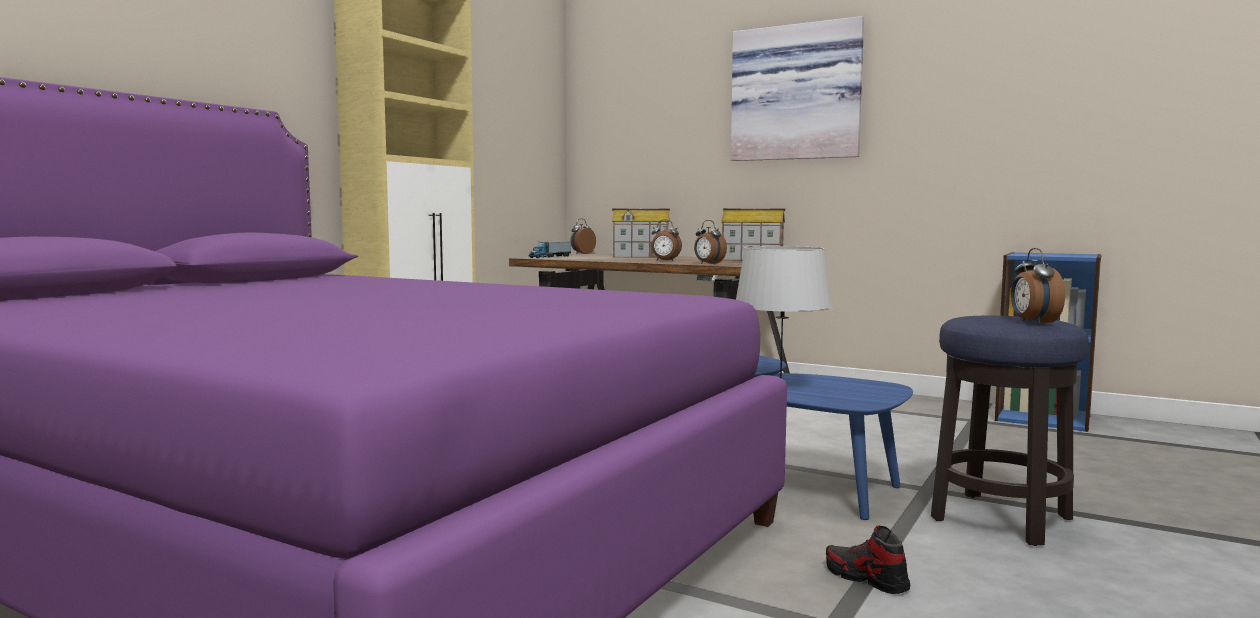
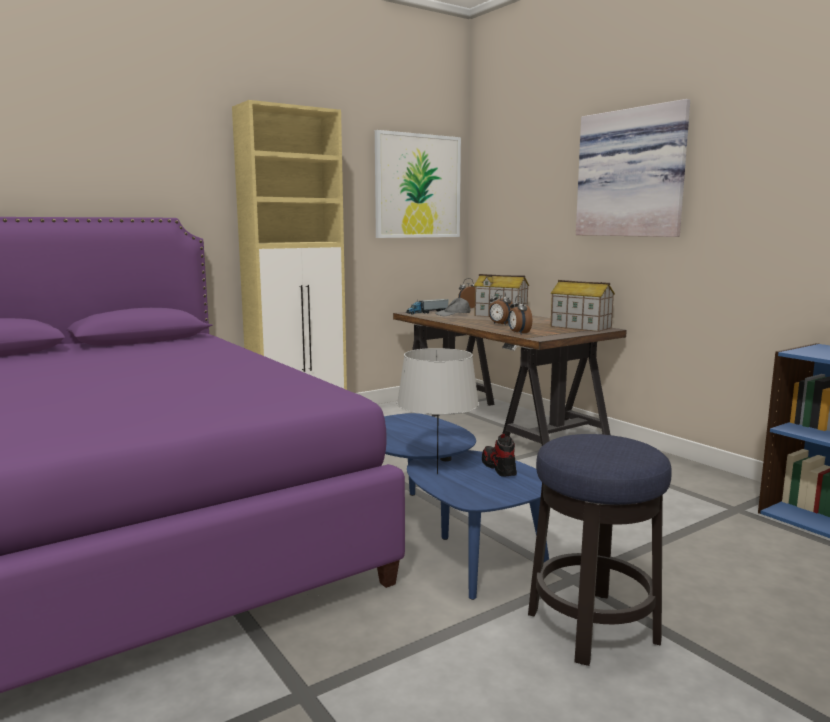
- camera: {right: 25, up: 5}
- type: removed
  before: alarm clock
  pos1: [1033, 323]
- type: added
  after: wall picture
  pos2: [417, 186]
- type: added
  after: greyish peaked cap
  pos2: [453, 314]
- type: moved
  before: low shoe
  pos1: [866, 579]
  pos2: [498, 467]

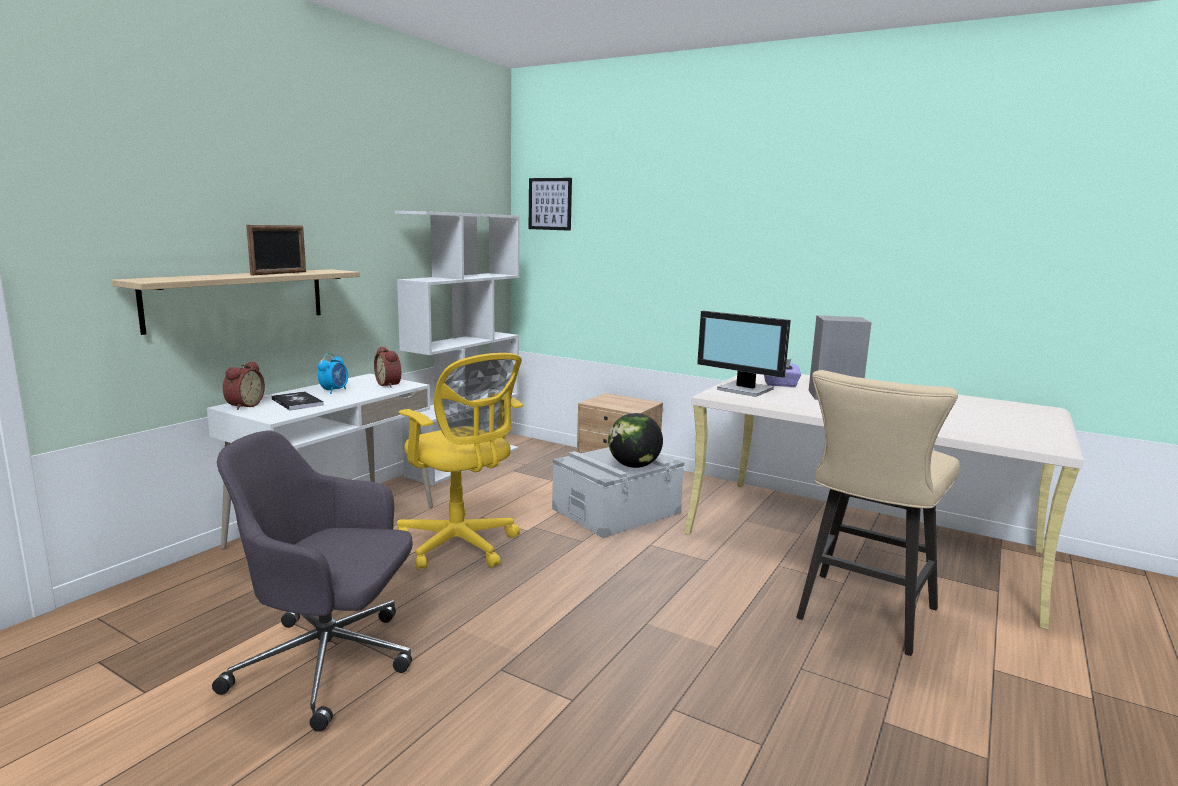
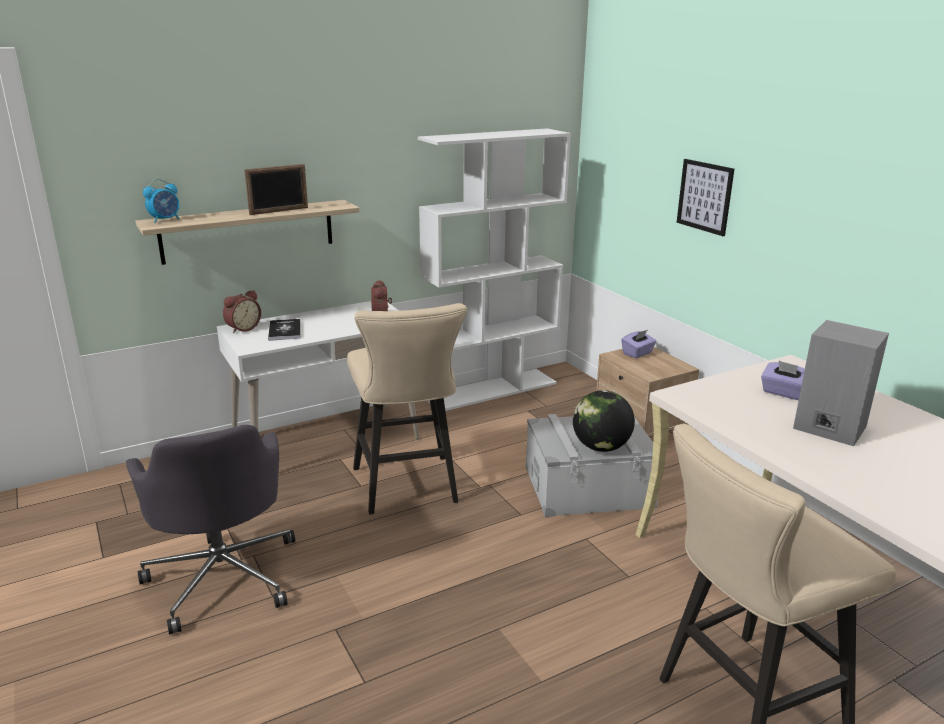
- camera: {right: 30, up: 10}
- type: removed
  before: computer screen
  pos1: [745, 390]
- type: added
  after: purple-coloured tissue holder
  pos2: [637, 353]
- type: moved
  before: alarm clock
  pos1: [334, 391]
  pos2: [165, 220]
- type: moved
  before: wall picture
  pos1: [550, 204]
  pos2: [705, 196]
- type: replaced
  before: yellowish desk chair
  after: beige stool
  pos1: [460, 546]
  pos2: [407, 489]
- type: turned
  before: greyish desk chair
  pos1: [329, 664]
  pos2: [223, 576]
  turn: -150

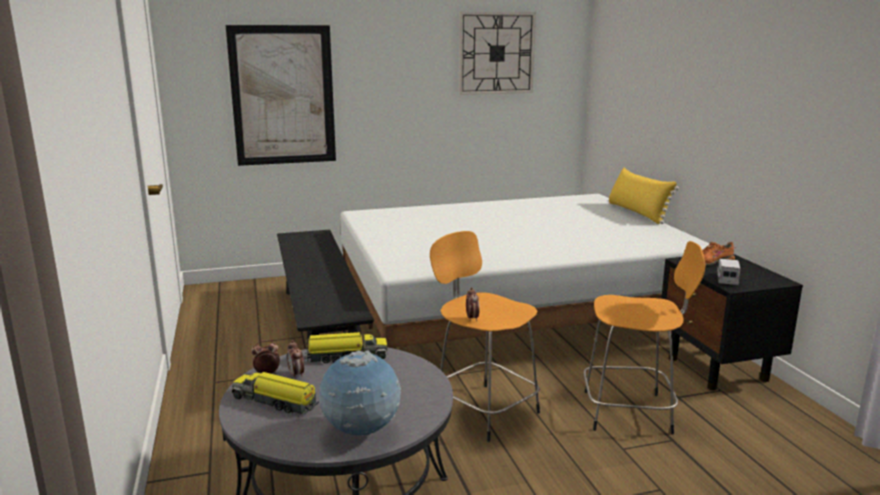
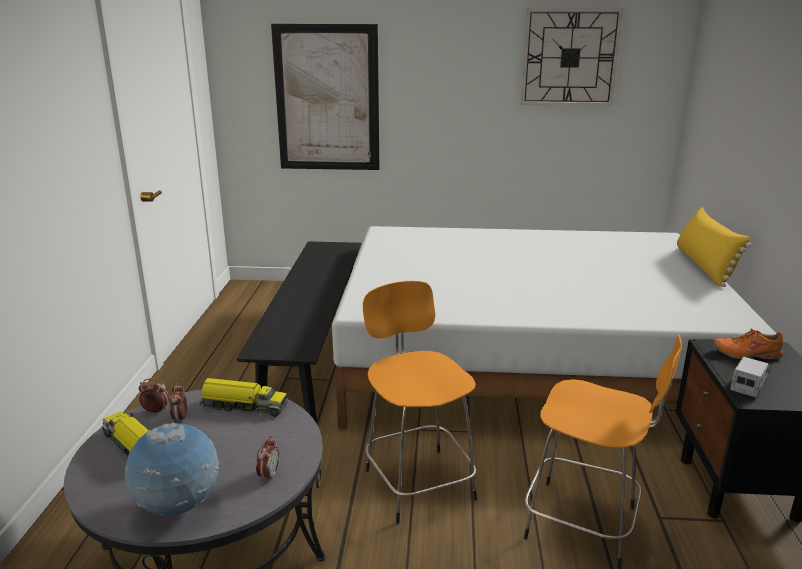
- camera: {right: 20, up: 5}
- type: moved
  before: alarm clock
  pos1: [472, 318]
  pos2: [269, 475]

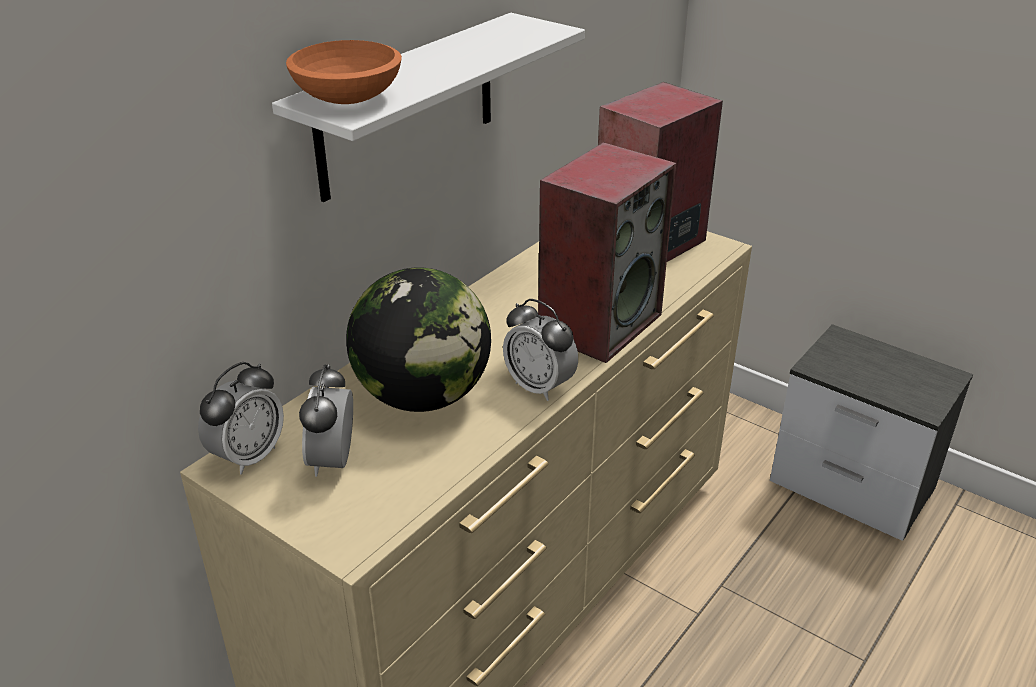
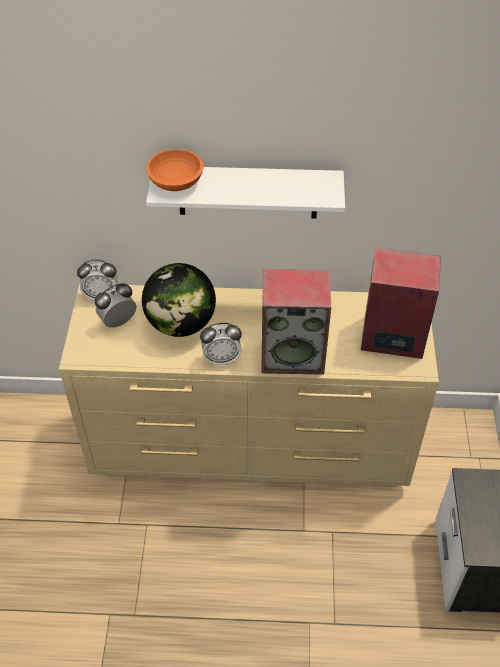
- camera: {right: 55, up: 15}
- type: turned
  before: alarm clock
  pos1: [539, 386]
  pos2: [221, 358]
  turn: -105

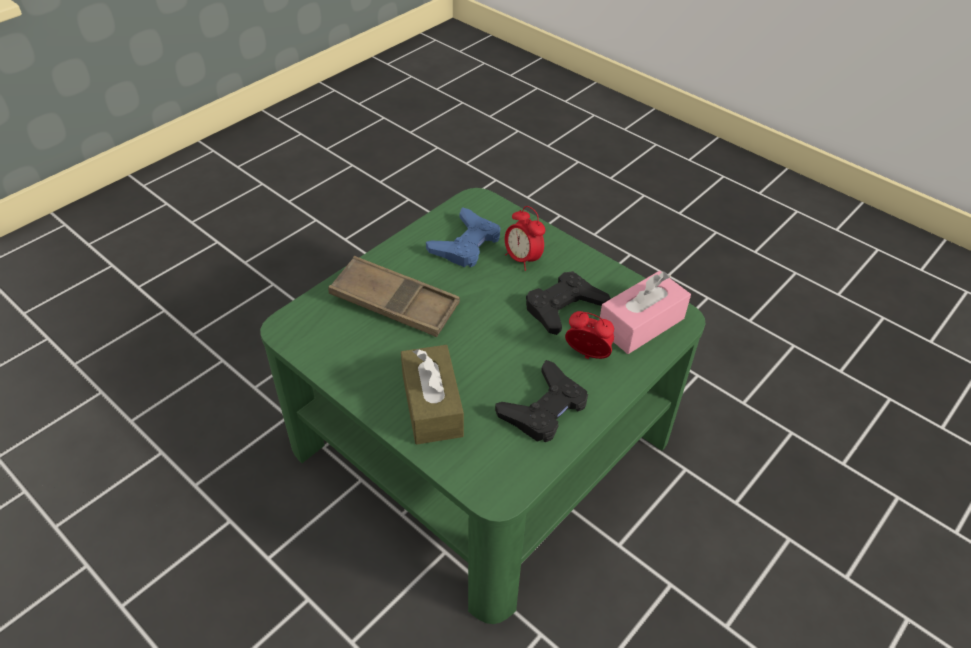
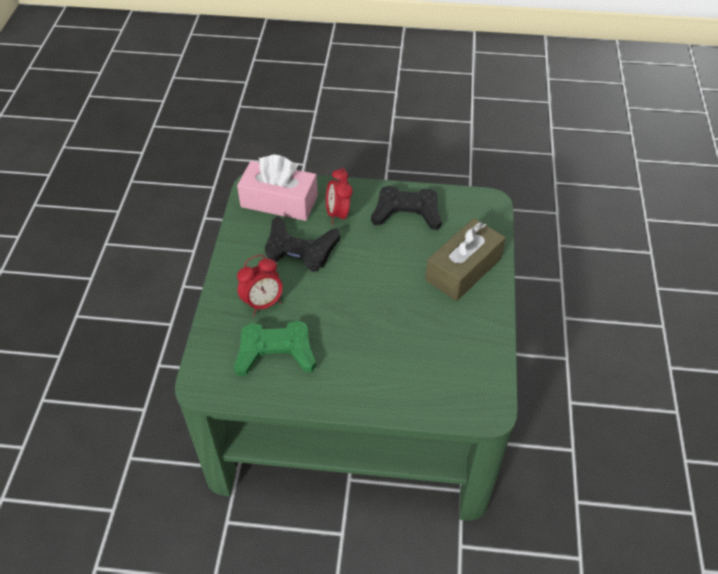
- camera: {right: -125, up: 5}
- type: removed
  before: brown carrying tray
  pos1: [395, 303]
- type: recoloured
  before: blue-coloured joypad
  after: green-coloured joypad
  pos1: [466, 244]
  pos2: [275, 353]
- type: turned
  before: alarm clock
  pos1: [522, 259]
  pos2: [263, 303]
  turn: 45

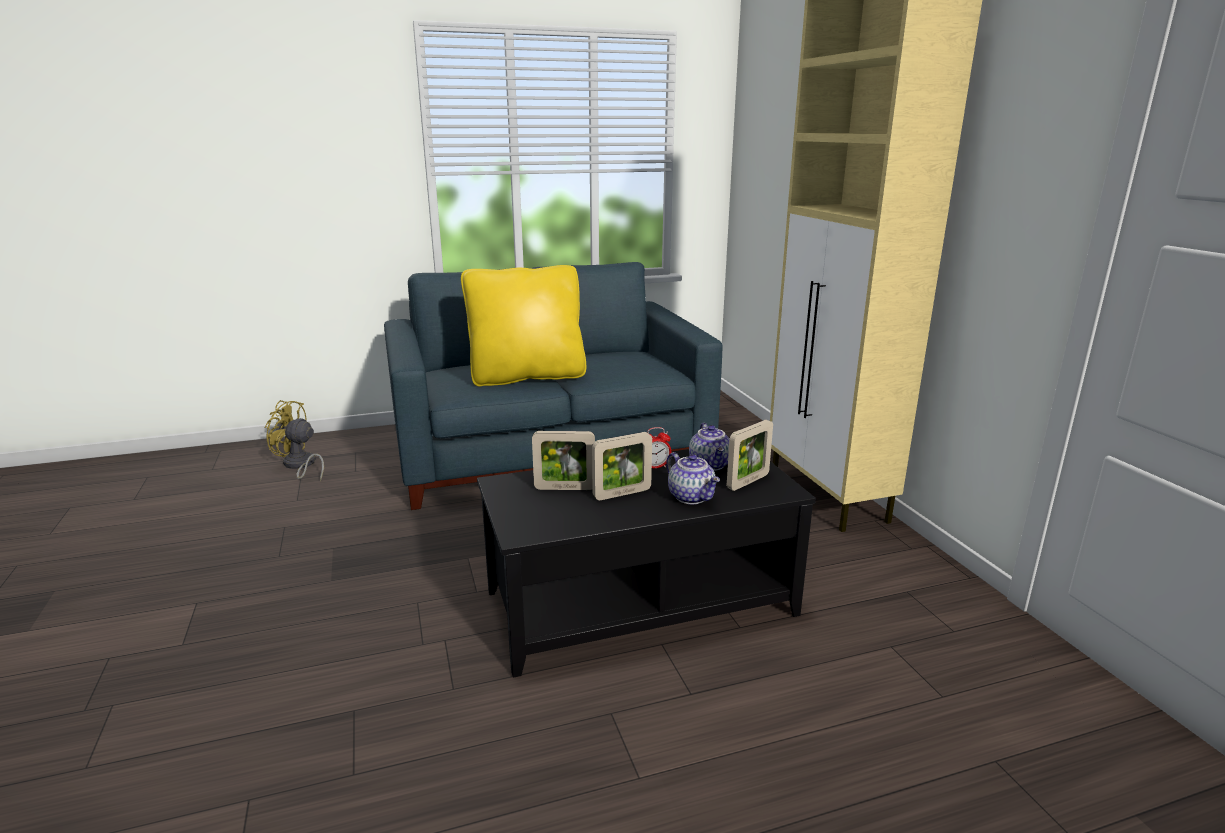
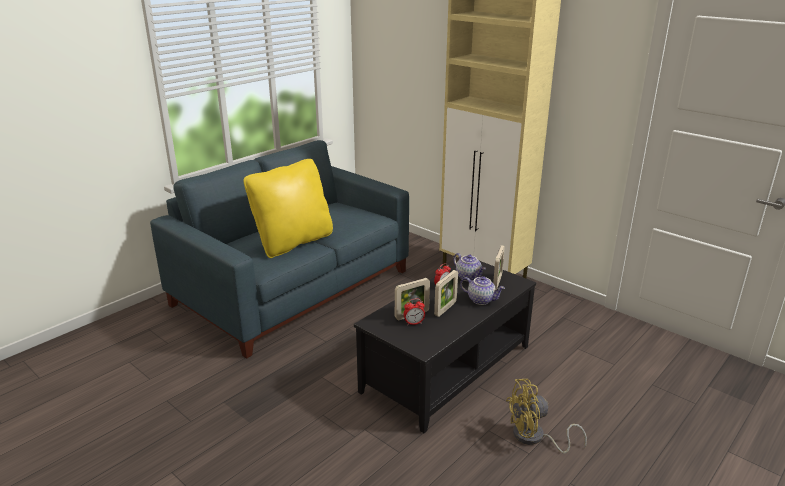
- camera: {right: -30, up: 5}
- type: added
  after: alarm clock
  pos2: [414, 323]
- type: moved
  before: yellowish electric fan
  pos1: [300, 466]
  pos2: [534, 438]

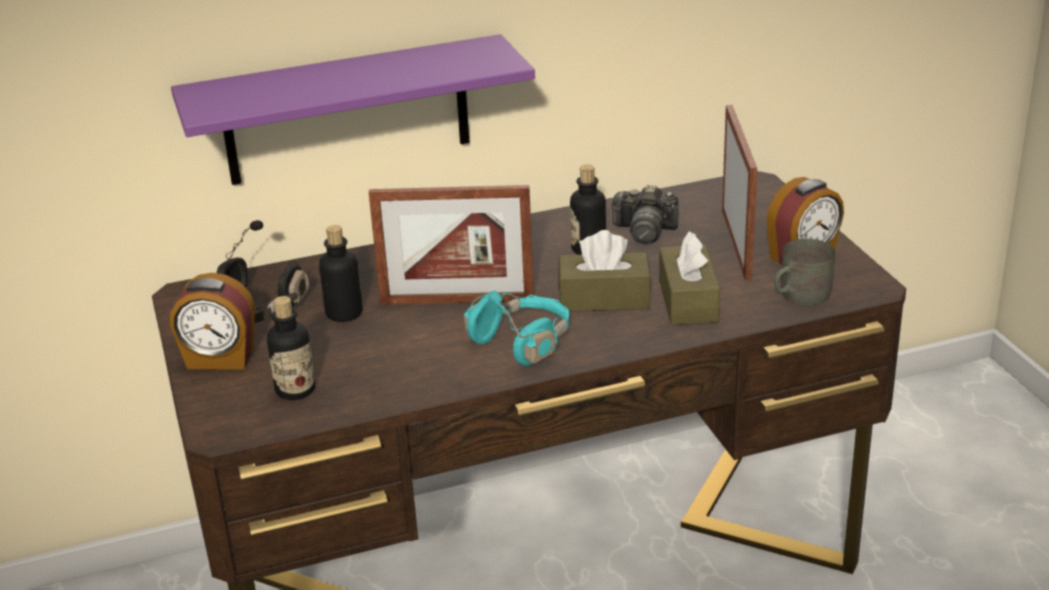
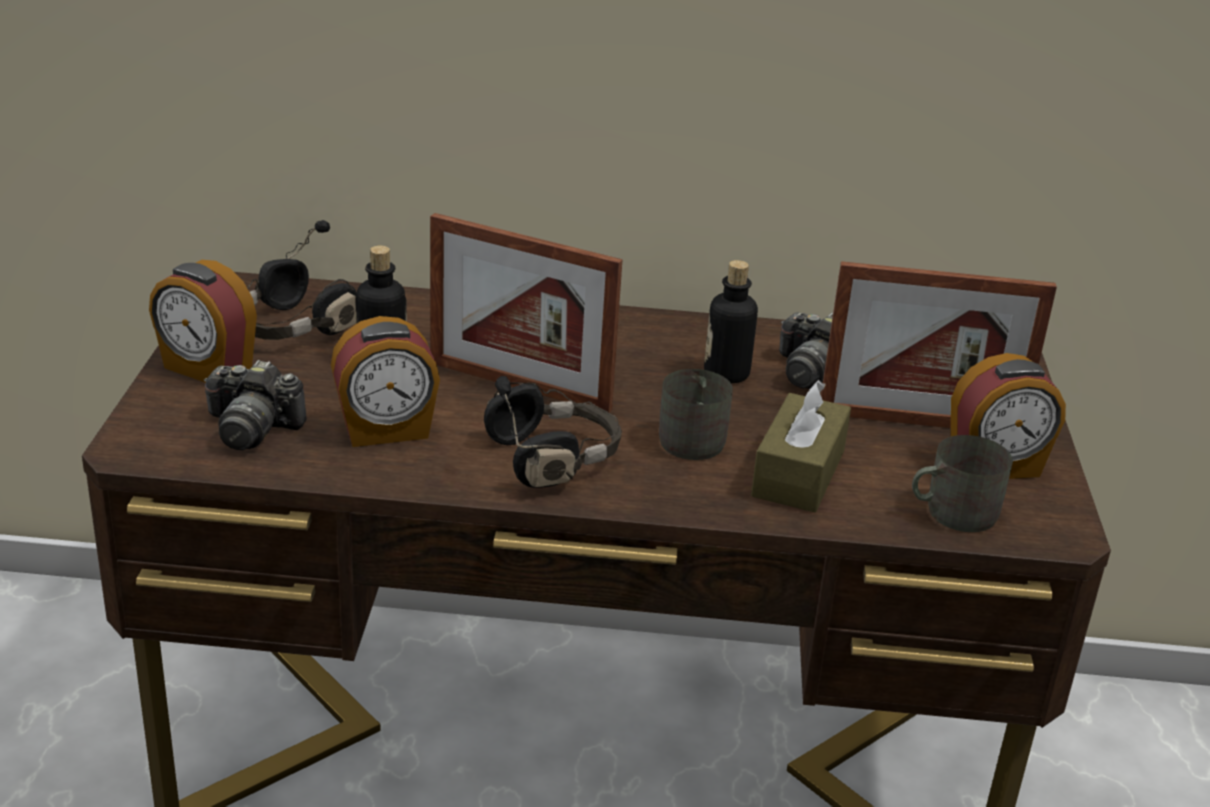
- camera: {right: 20, up: 0}
- type: removed
  before: purple-coloured shelf
  pos1: [346, 111]
- type: added
  after: alarm clock
  pos2: [386, 431]
- type: replaced
  before: drink bottle
  after: still camera
  pos1: [295, 390]
  pos2: [252, 428]
- type: replaced
  before: brown tissue holder
  after: greyish mug
  pos1: [604, 298]
  pos2: [695, 437]
- type: recoloured
  before: turquoise-coloured headphones
  after: blackish headphones
  pos1: [523, 342]
  pos2: [553, 459]
- type: turned
  before: standing frame
  pos1: [736, 244]
  pos2: [919, 422]
  turn: 75

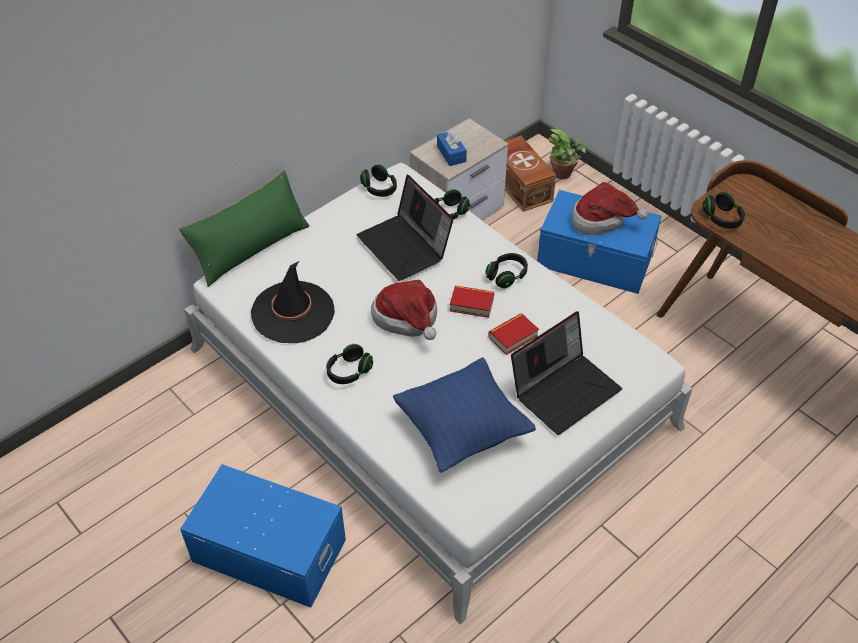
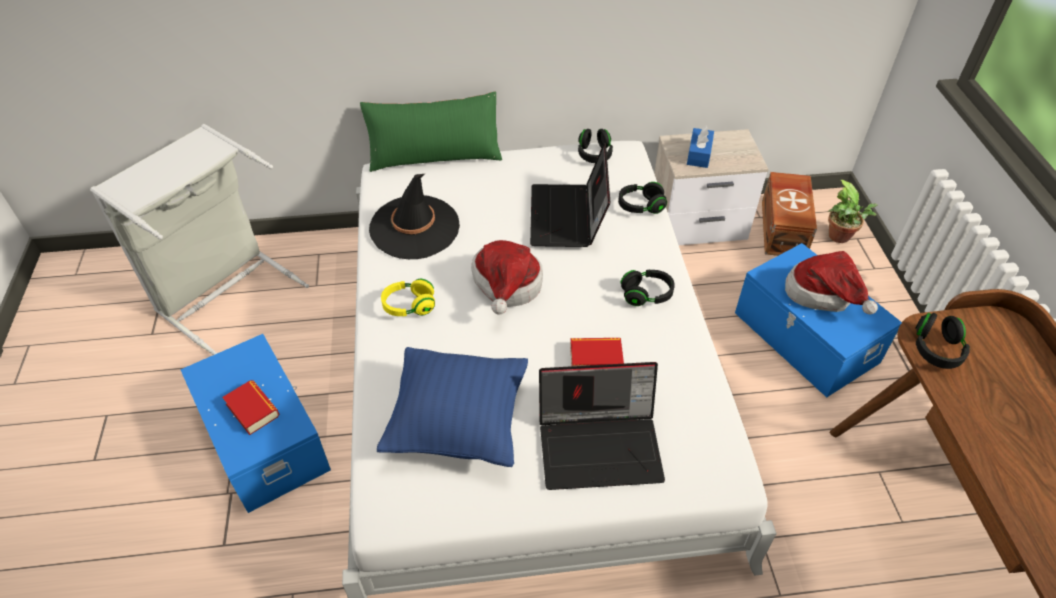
- camera: {right: 35, up: 0}
- type: added
  after: greyish laundry basket
  pos2: [224, 292]
- type: moved
  before: bound book
  pos1: [471, 304]
  pos2: [252, 410]
- type: recoloured
  before: blackish headphones
  after: yellowish headphones
  pos1: [349, 371]
  pos2: [409, 306]

